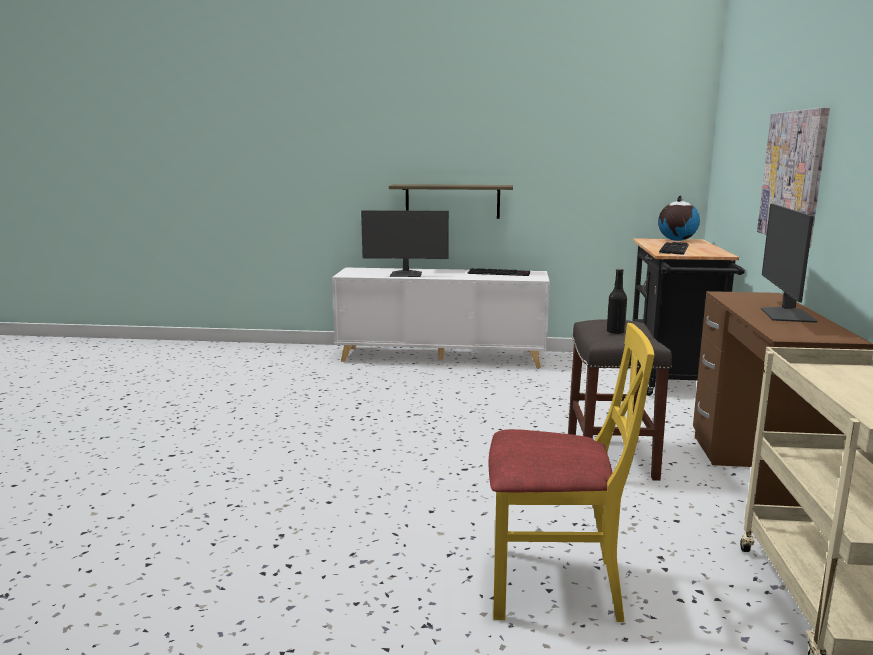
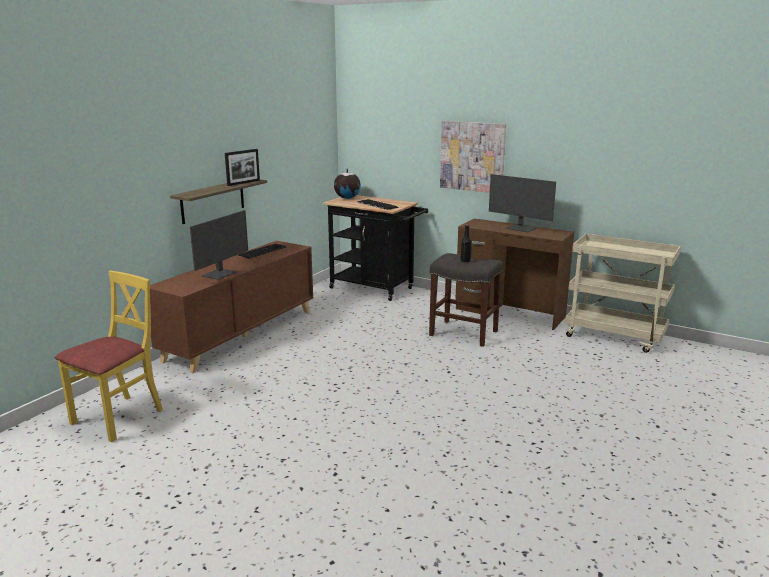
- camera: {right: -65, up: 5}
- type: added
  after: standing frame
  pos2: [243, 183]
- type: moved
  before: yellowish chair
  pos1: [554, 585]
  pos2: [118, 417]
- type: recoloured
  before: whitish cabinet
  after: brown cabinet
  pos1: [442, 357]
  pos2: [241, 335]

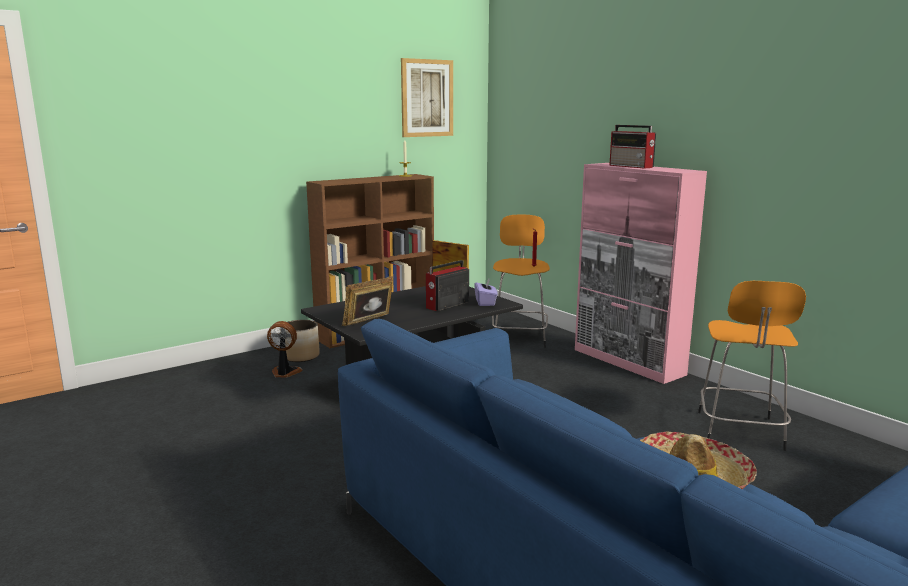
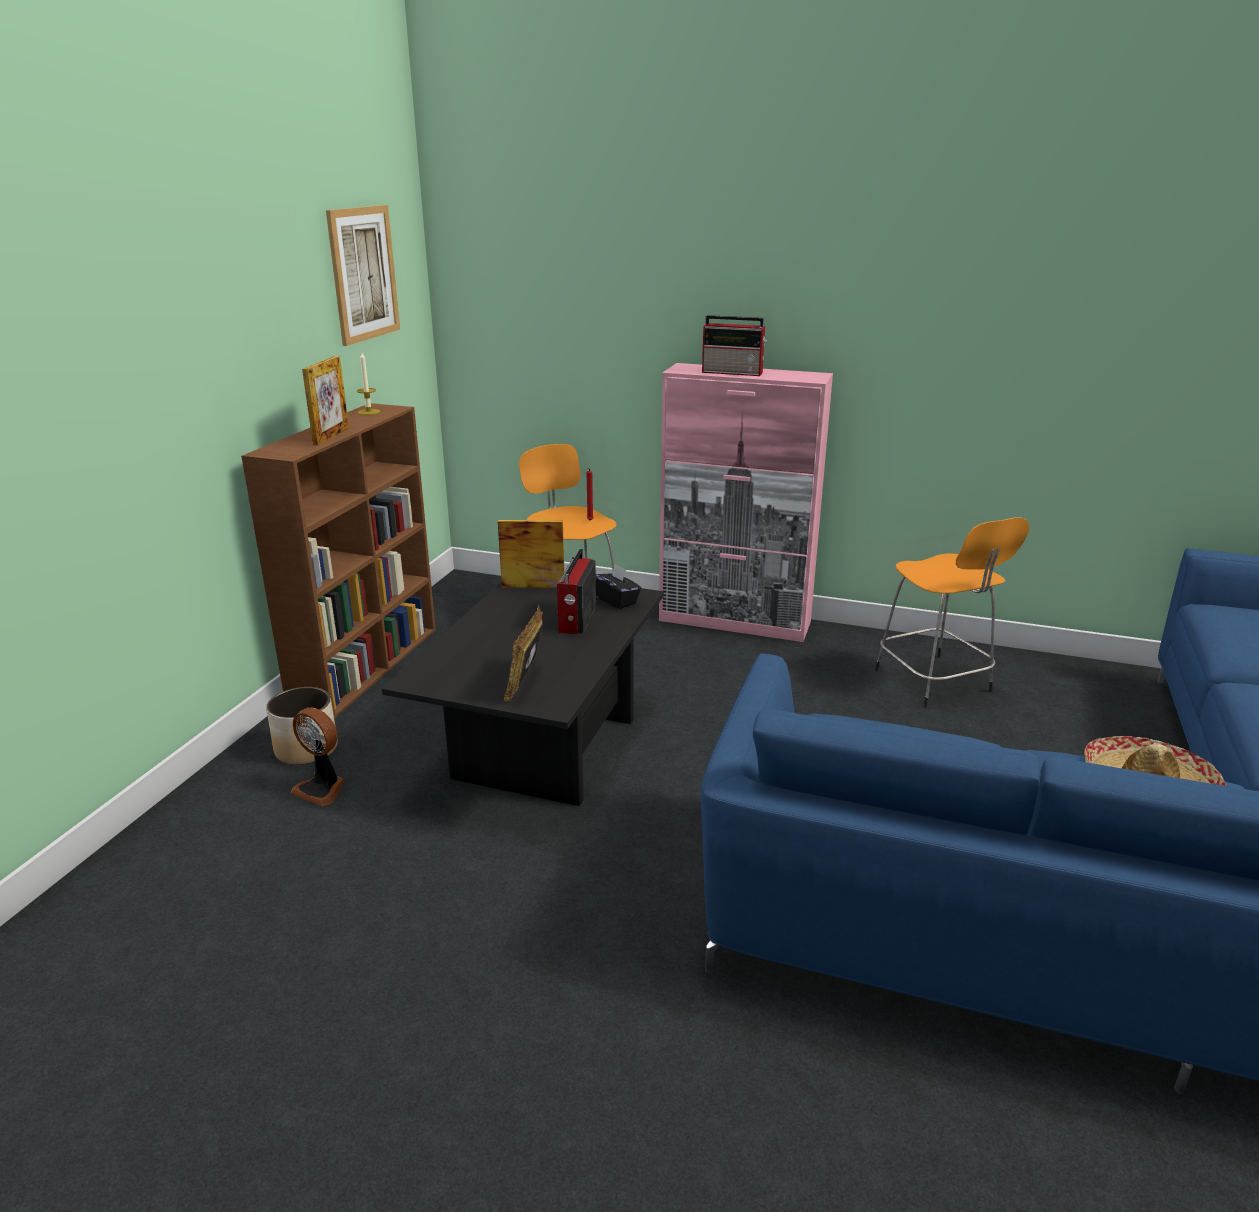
- camera: {right: -35, up: 10}
- type: added
  after: standing frame
  pos2: [331, 436]
- type: recoloured
  before: purple-coloured tissue holder
  after: blackish tissue holder
  pos1: [485, 302]
  pos2: [616, 600]
- type: turned
  before: electric fan
  pos1: [285, 373]
  pos2: [322, 789]
  turn: -120

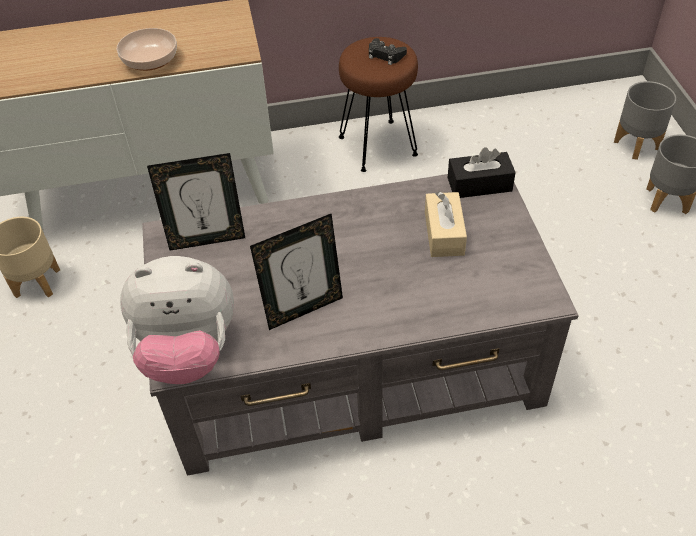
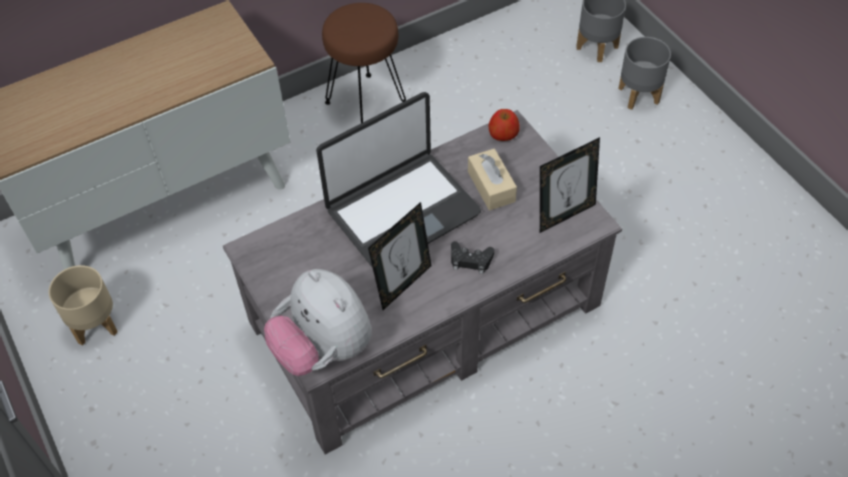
- camera: {right: -20, up: 5}
- type: removed
  before: deep dish
  pos1: [150, 61]
- type: added
  after: portable computer
  pos2: [401, 210]
- type: moved
  before: standing frame
  pos1: [207, 239]
  pos2: [564, 214]
- type: moved
  before: blackish joypad
  pos1: [385, 55]
  pos2: [470, 260]
- type: replaced
  before: blackish tissue holder
  after: apple
  pos1: [479, 184]
  pos2: [503, 134]
- type: turned
  before: soft toy
  pos1: [188, 352]
  pos2: [323, 348]
  turn: 75

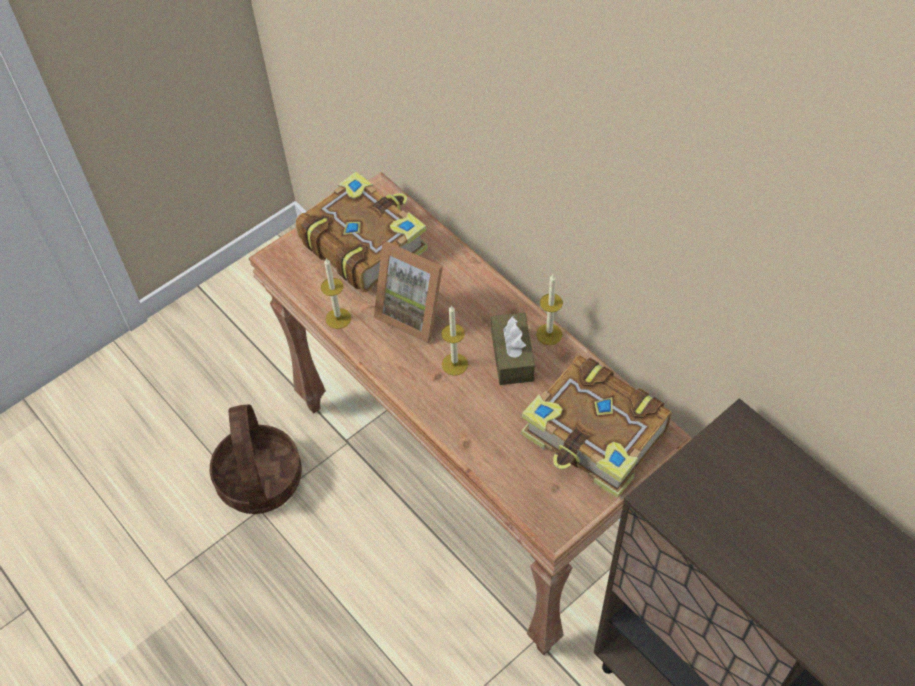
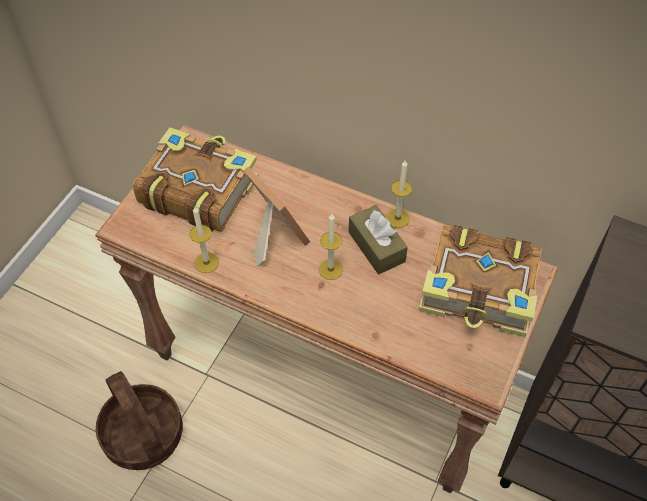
- camera: {right: -25, up: 0}
- type: turned
  before: standing frame
  pos1: [414, 312]
  pos2: [273, 236]
  turn: -135

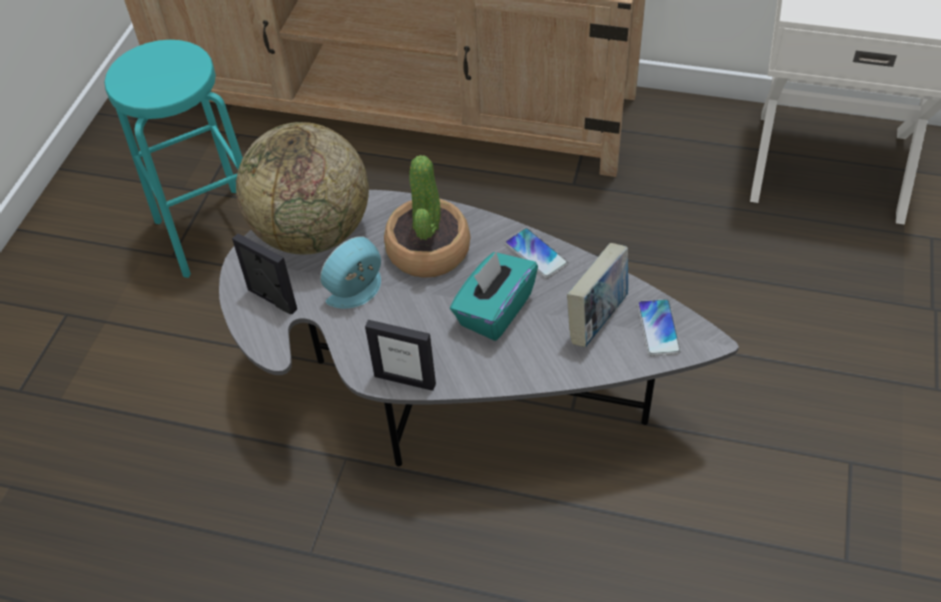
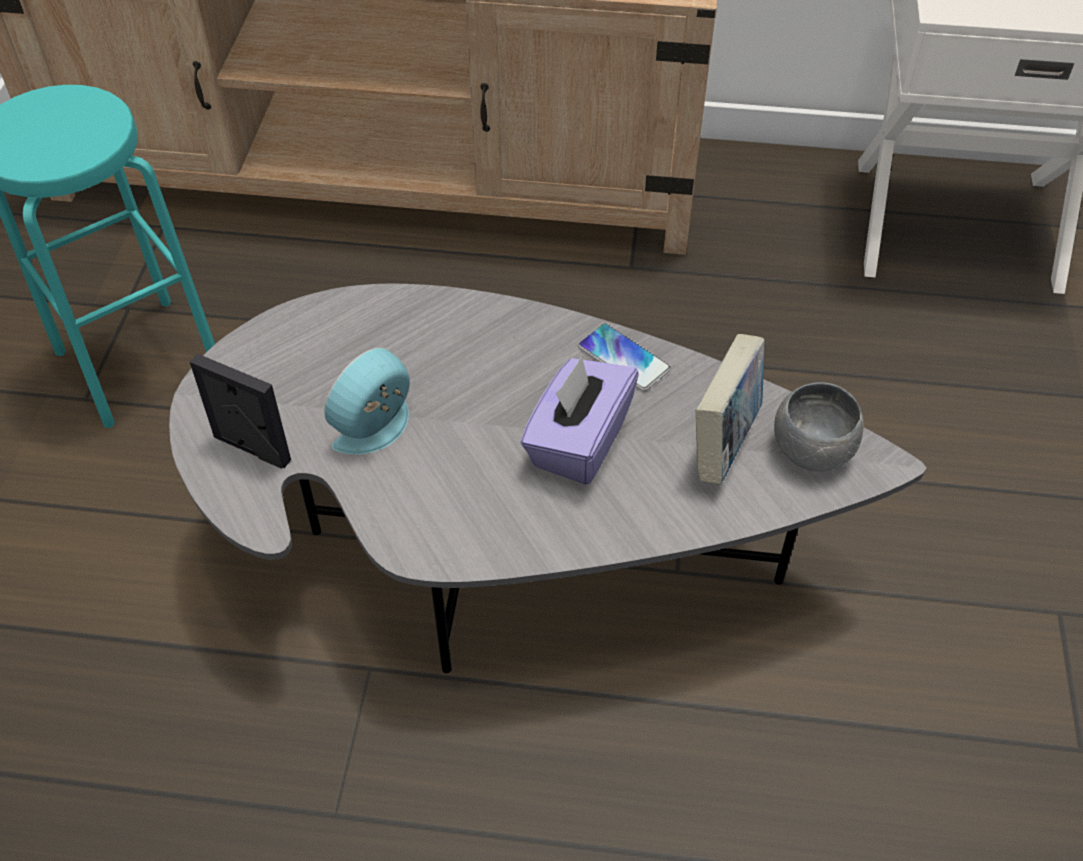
- camera: {right: -10, up: 0}
- type: removed
  before: globe
  pos1: [313, 232]
- type: removed
  before: standing frame
  pos1: [405, 379]
- type: removed
  before: plant in a pot
  pos1: [428, 250]
- type: replaced
  before: phone
  after: greyish deep dish
  pos1: [658, 328]
  pos2: [812, 450]
- type: recoloured
  before: turquoise-coloured tissue holder
  after: purple-coloured tissue holder
  pos1: [494, 310]
  pos2: [578, 442]

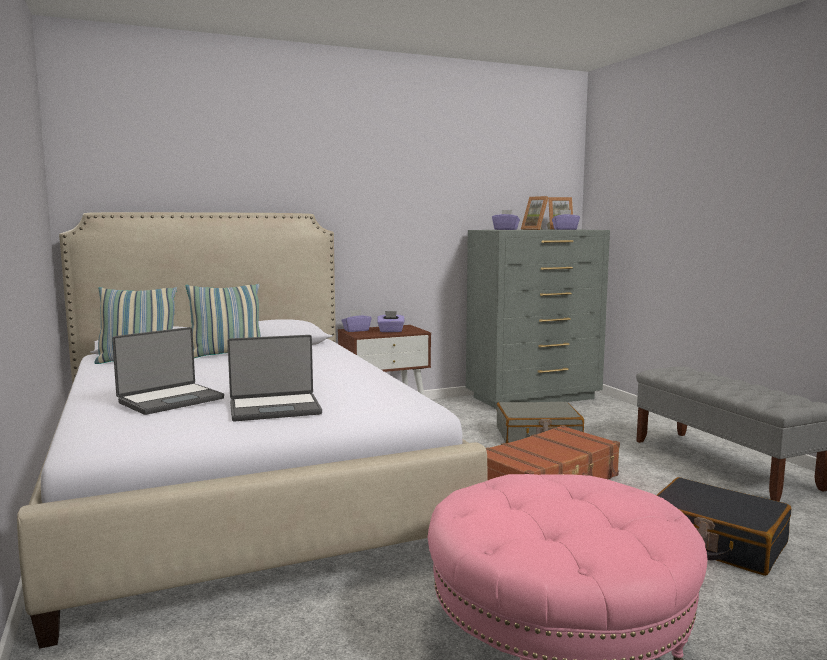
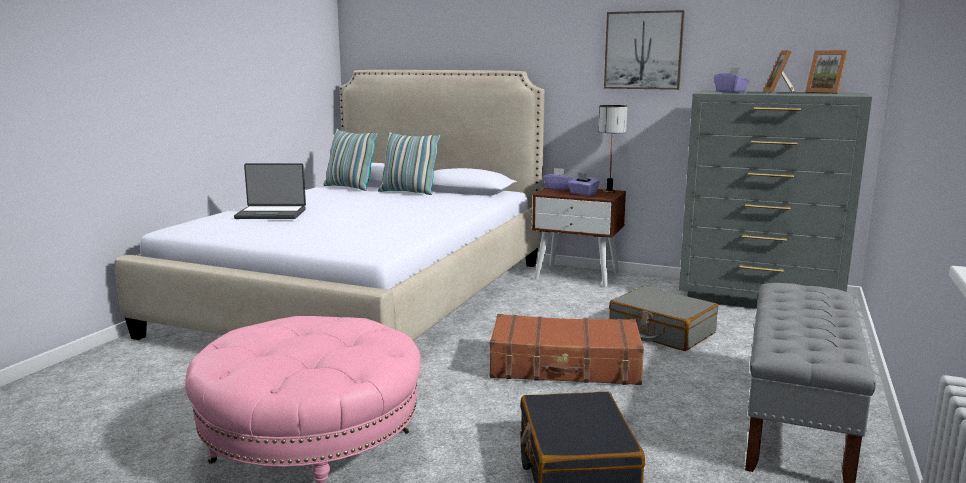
- camera: {right: 45, up: 5}
- type: removed
  before: portable computer
  pos1: [275, 408]
- type: removed
  before: purple-coloured tissue holder
  pos1: [565, 229]
- type: added
  after: lamp for a table
  pos2: [609, 191]
- type: added
  after: wall picture
  pos2: [643, 50]

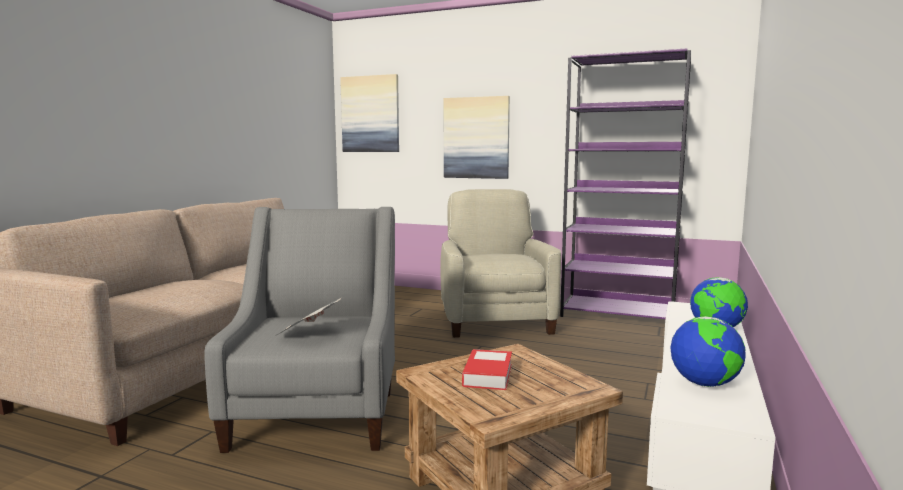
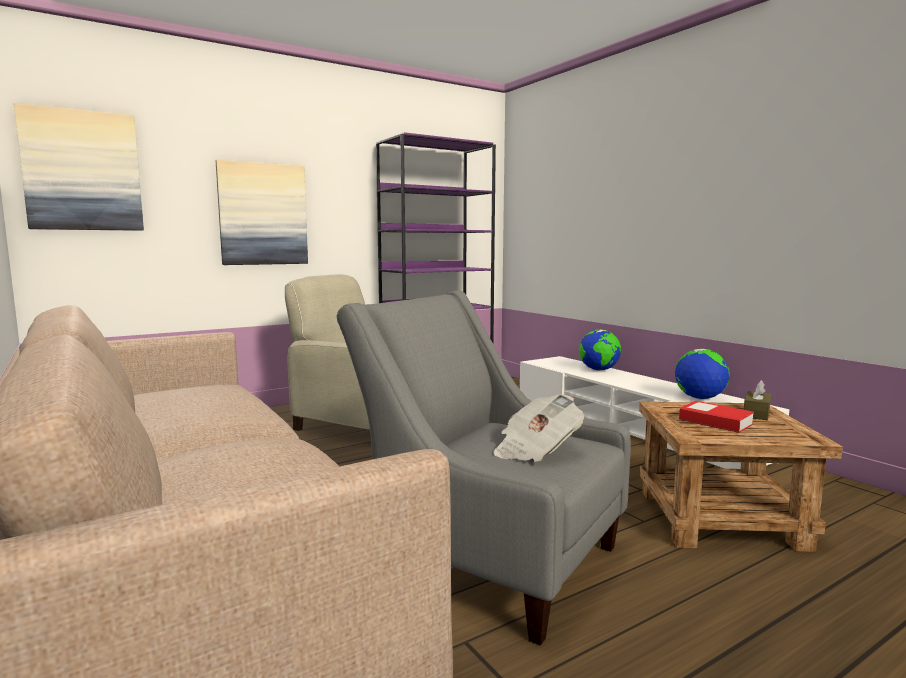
- camera: {right: -55, up: 0}
- type: added
  after: brown tissue holder
  pos2: [756, 413]

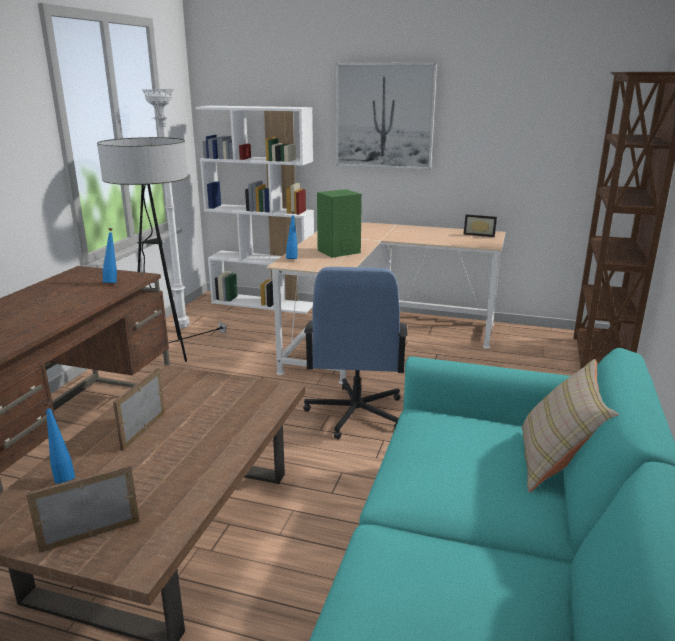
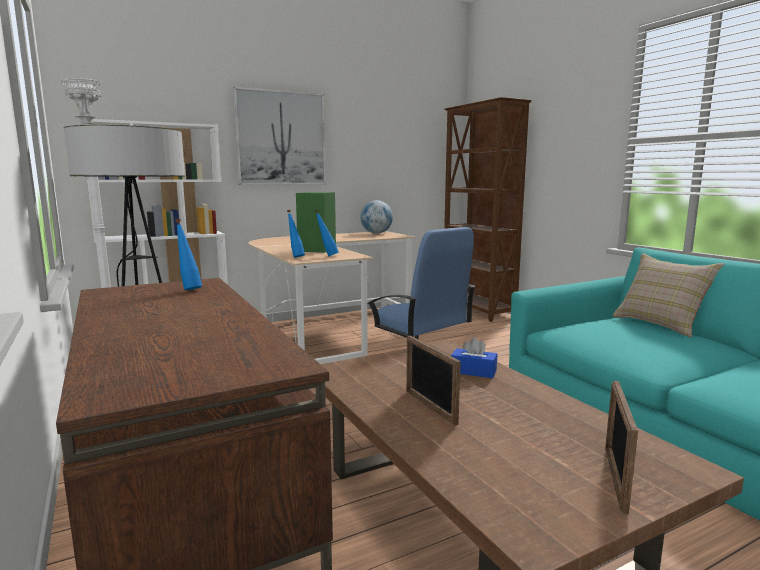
- camera: {right: -45, up: -10}
- type: added
  after: blue-coloured tissue holder
  pos2: [473, 371]
- type: moved
  before: blue-coloured drink bottle
  pos1: [63, 477]
  pos2: [327, 256]
- type: replaced
  before: standing frame
  after: globe
  pos1: [479, 234]
  pos2: [376, 233]

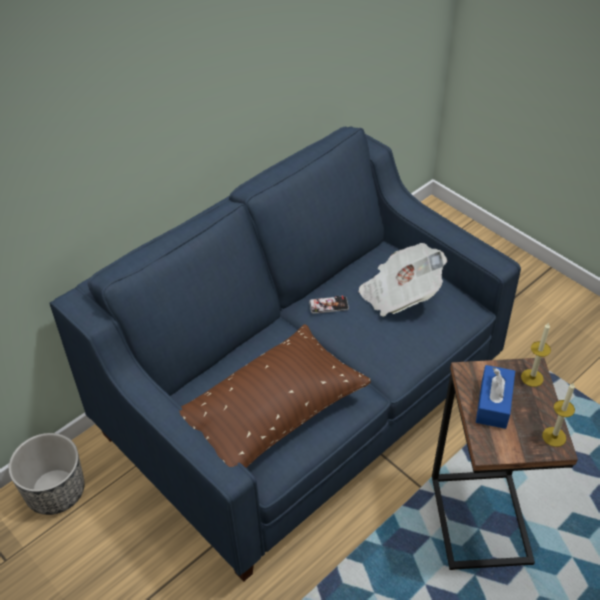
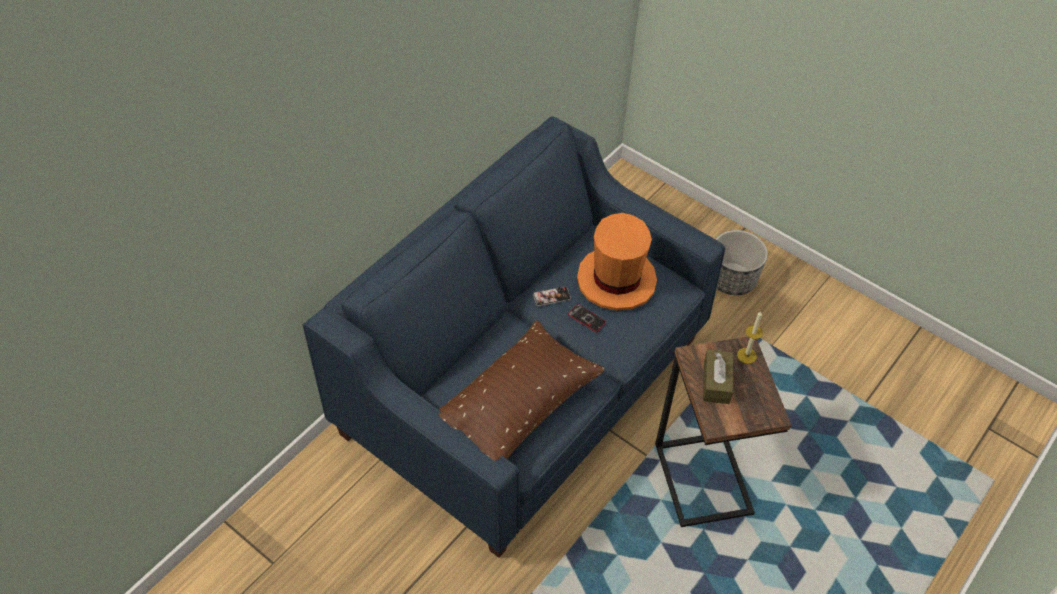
- camera: {right: -10, up: 5}
- type: removed
  before: wax candle
  pos1: [554, 436]
- type: added
  after: phone
  pos2: [586, 318]
- type: moved
  before: flower pot
  pos1: [56, 491]
  pos2: [732, 279]
- type: replaced
  before: daily paper
  after: orange-coloured wearable hat
  pos1: [400, 294]
  pos2: [616, 280]
- type: recoloured
  before: blue-coloured tissue holder
  after: brown tissue holder
  pos1: [493, 403]
  pos2: [716, 382]

